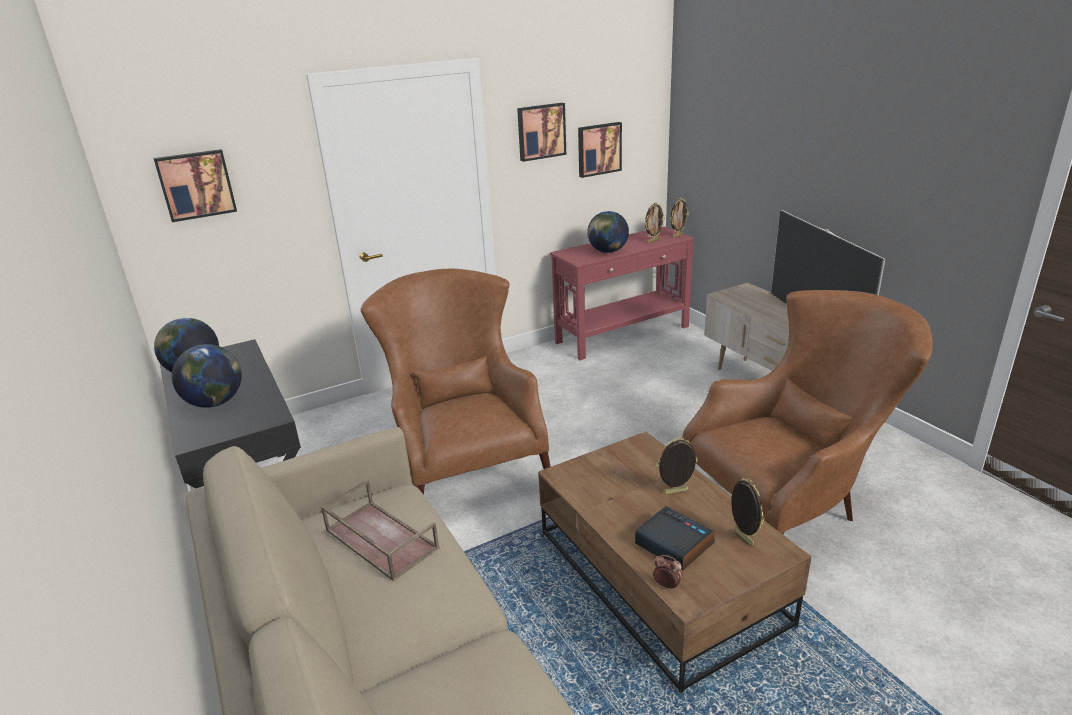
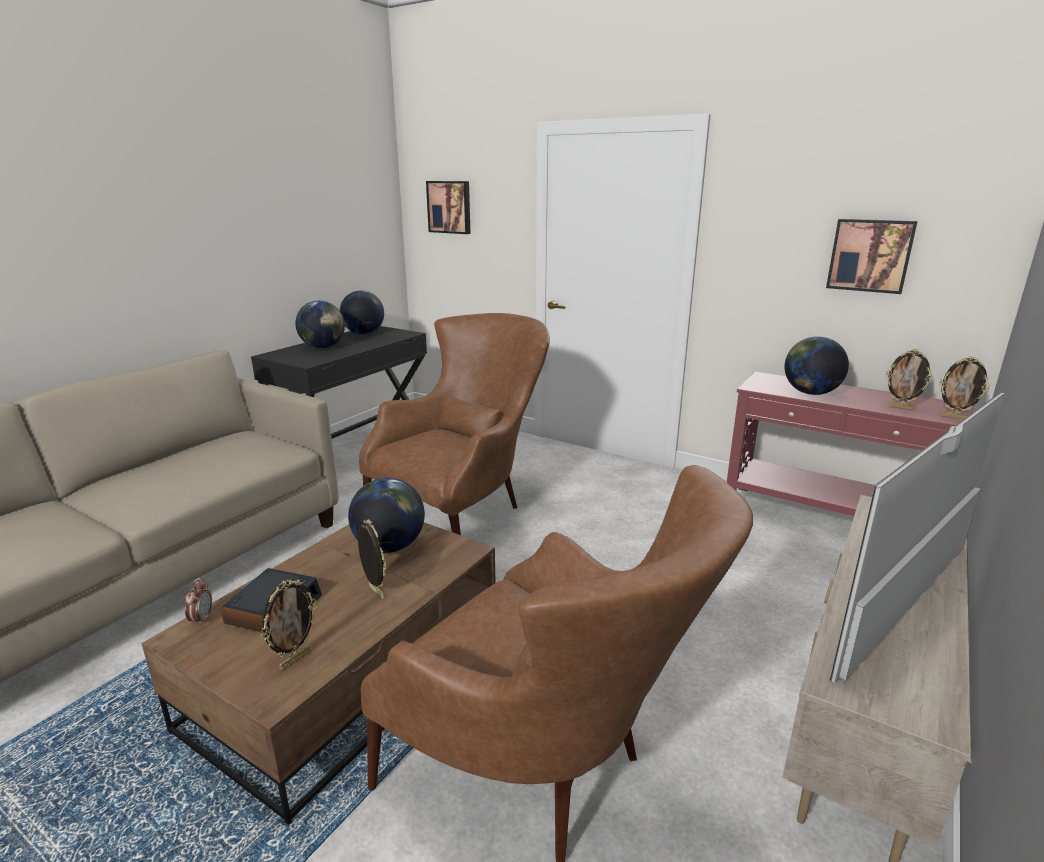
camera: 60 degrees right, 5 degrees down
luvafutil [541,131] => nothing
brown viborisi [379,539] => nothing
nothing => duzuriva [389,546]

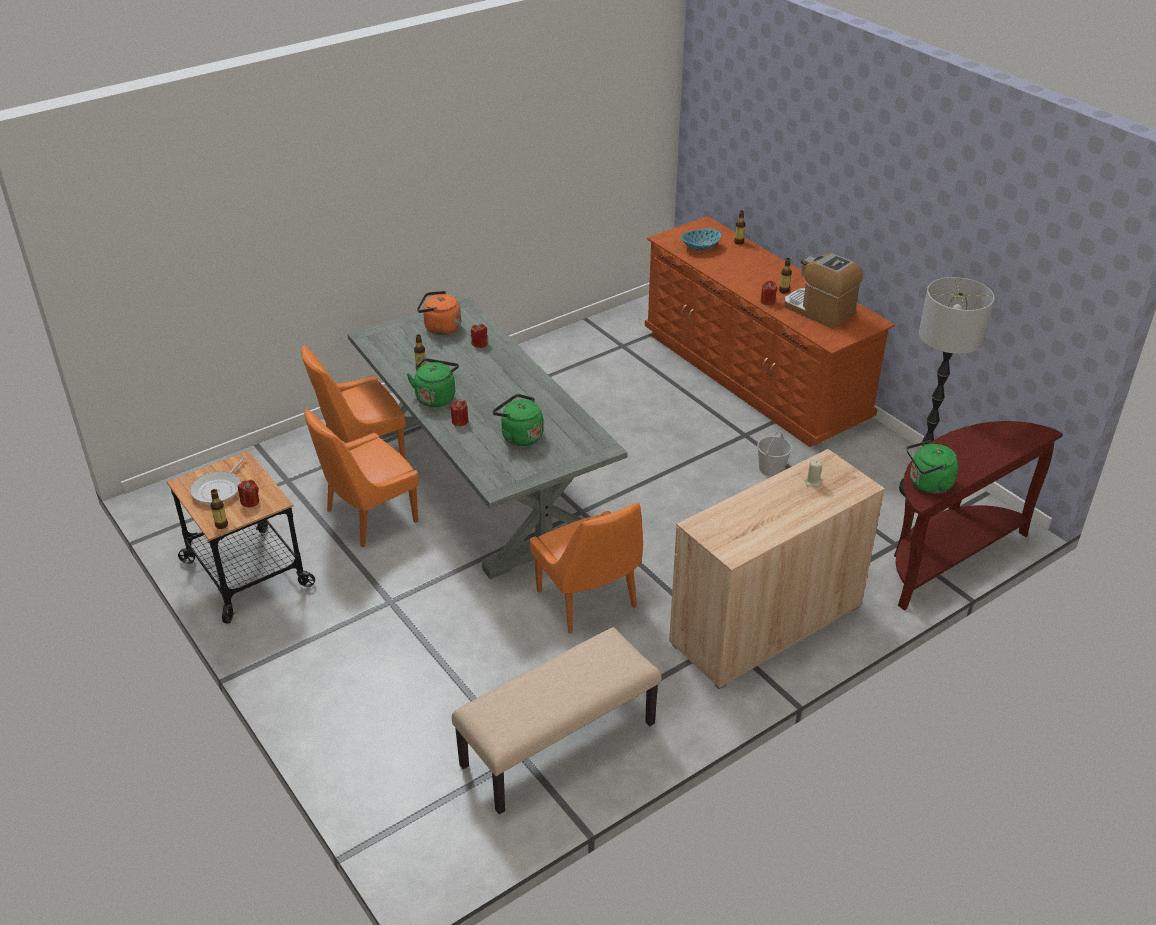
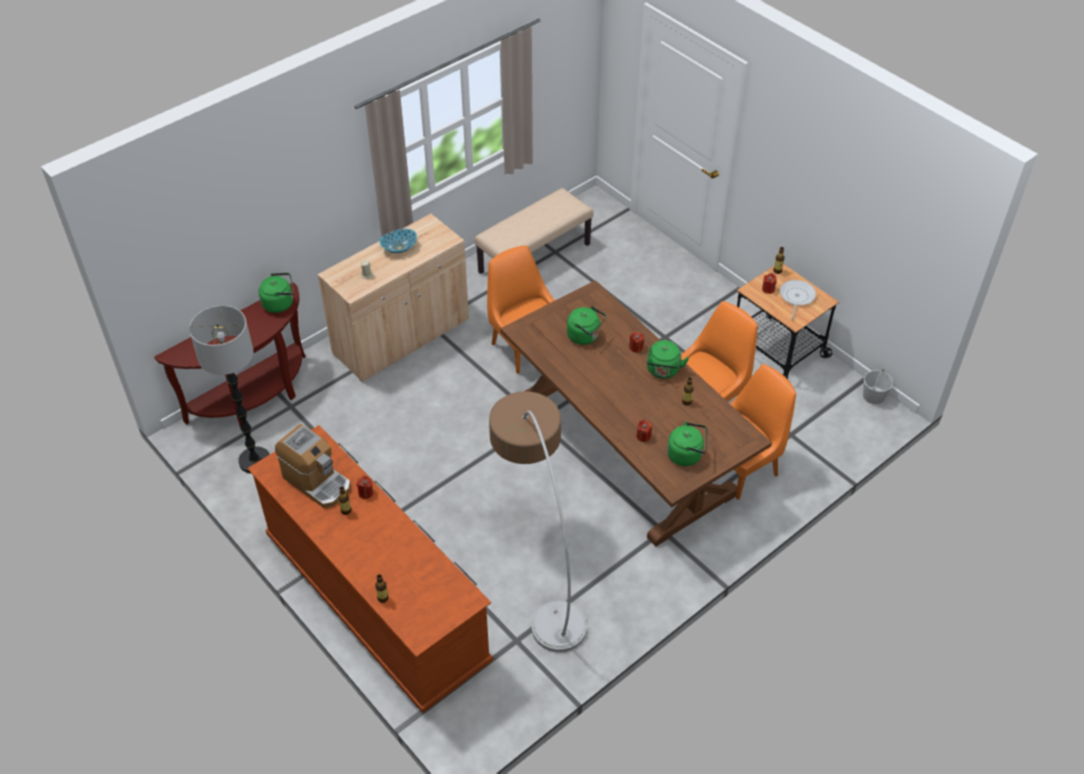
camera: 175 degrees right, 10 degrees up
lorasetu [700,247] => lorasetu [399,247], move
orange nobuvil [440,328] => green nobuvil [687,455]
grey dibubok [485,480] => brown dibubok [624,446]
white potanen [771,468] => white potanen [873,396], move
nothing => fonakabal [539,565]

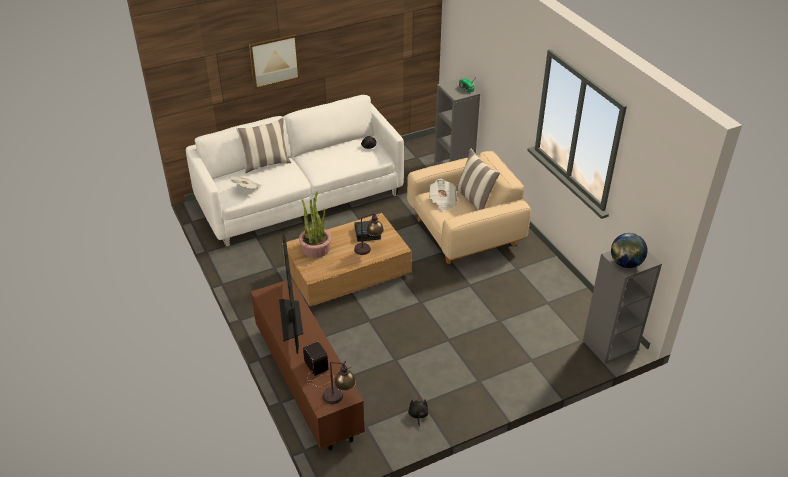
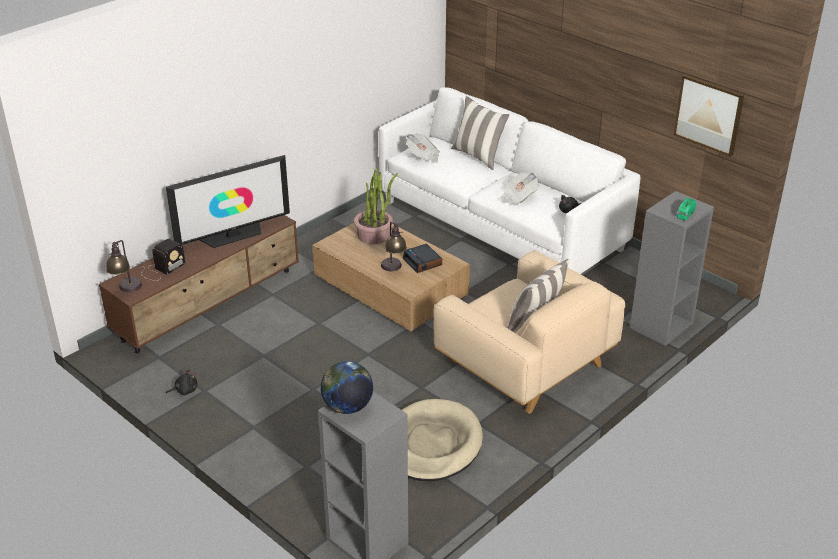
camera: 70 degrees right, 5 degrees down
luvafutil [274,60] => luvafutil [709,114], move
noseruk [443,201] => noseruk [518,197], move
nothing => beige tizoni [432,444]

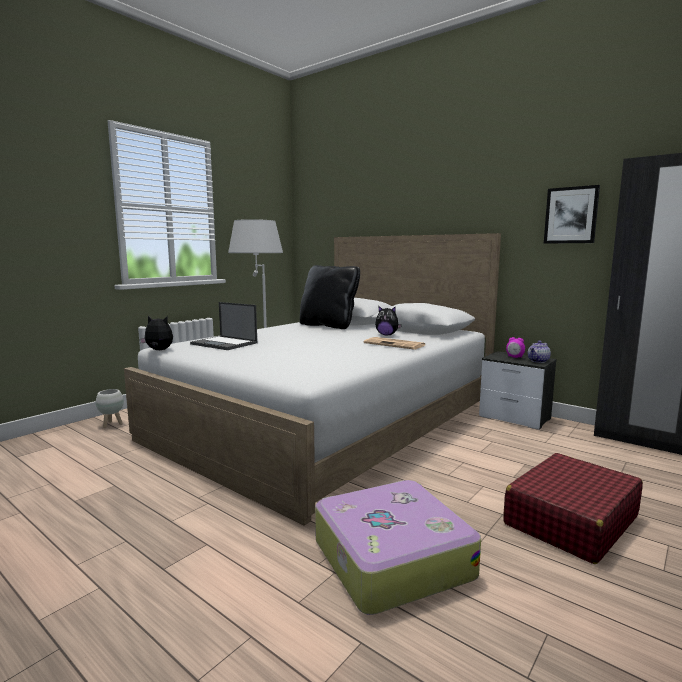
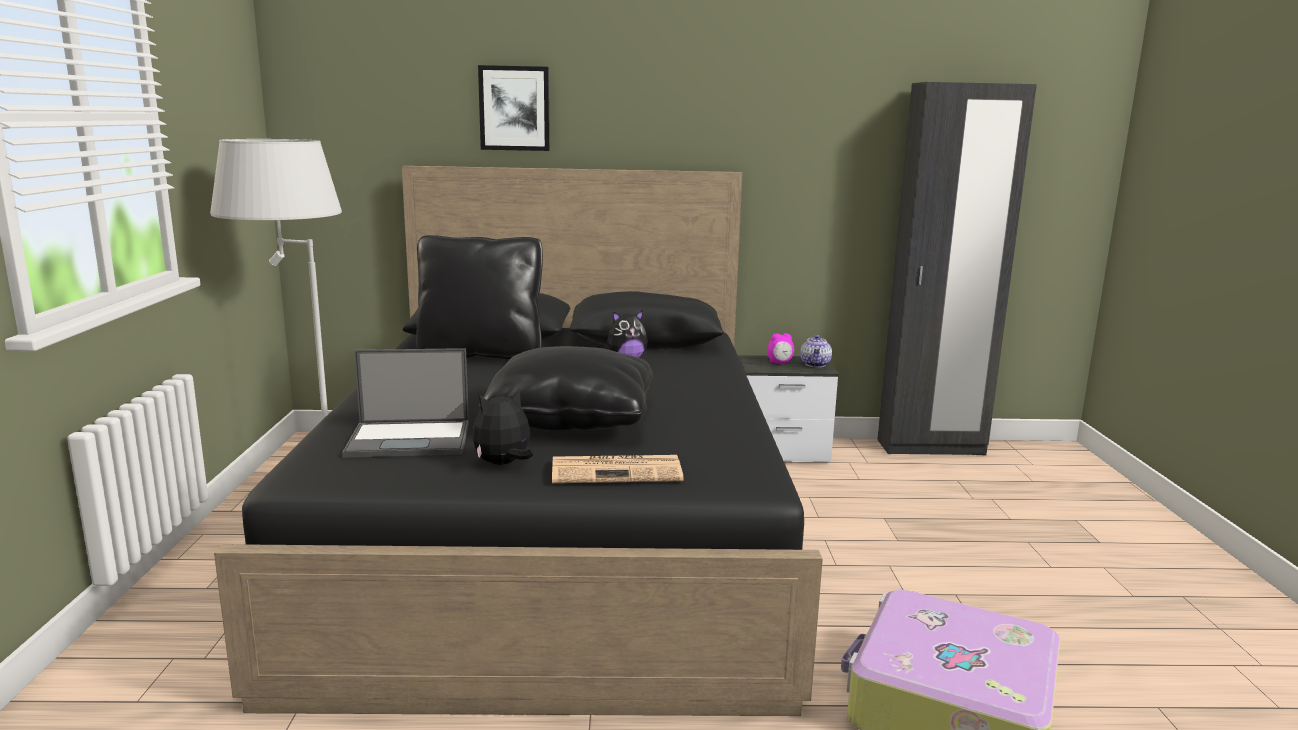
camera: 40 degrees left, 5 degrees up
luvafutil [571,215] => luvafutil [514,108], move
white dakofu [329,421] => black dakofu [558,535]
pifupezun [158,350] => pifupezun [503,464], move
noseruk [395,344] => noseruk [618,470], move
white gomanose [111,424] => nothing
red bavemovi [570,520] => nothing
nothing => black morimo [571,419]

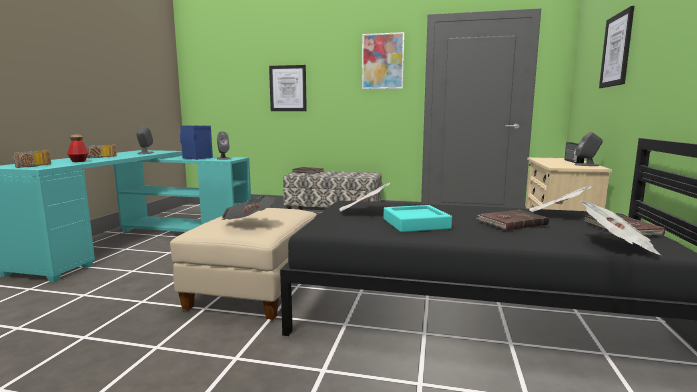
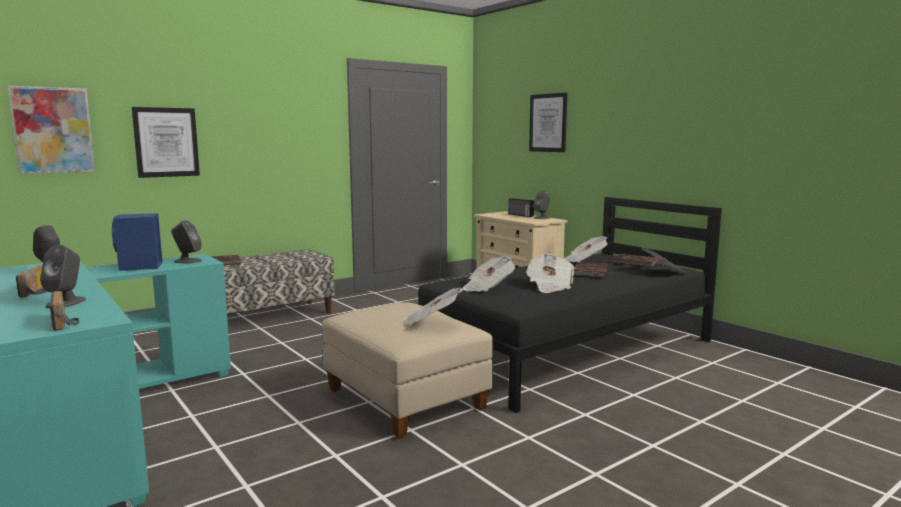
camera: 50 degrees left, 0 degrees up
luvafutil [382,61] => luvafutil [53,130], move
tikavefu [79,161] => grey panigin [66,302]
turquoise viborisi [416,224] => noseruk [549,287]

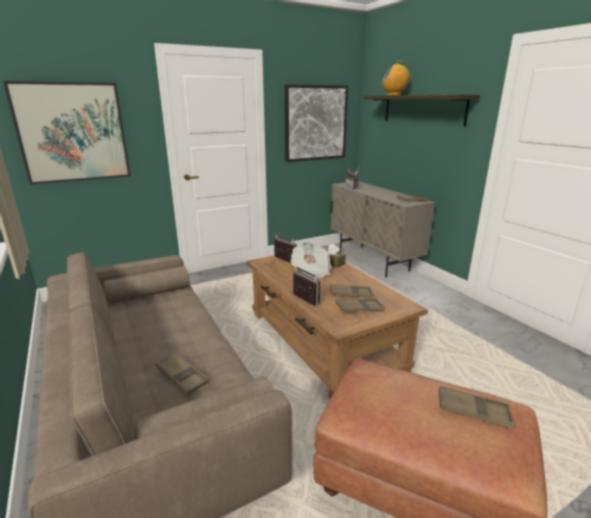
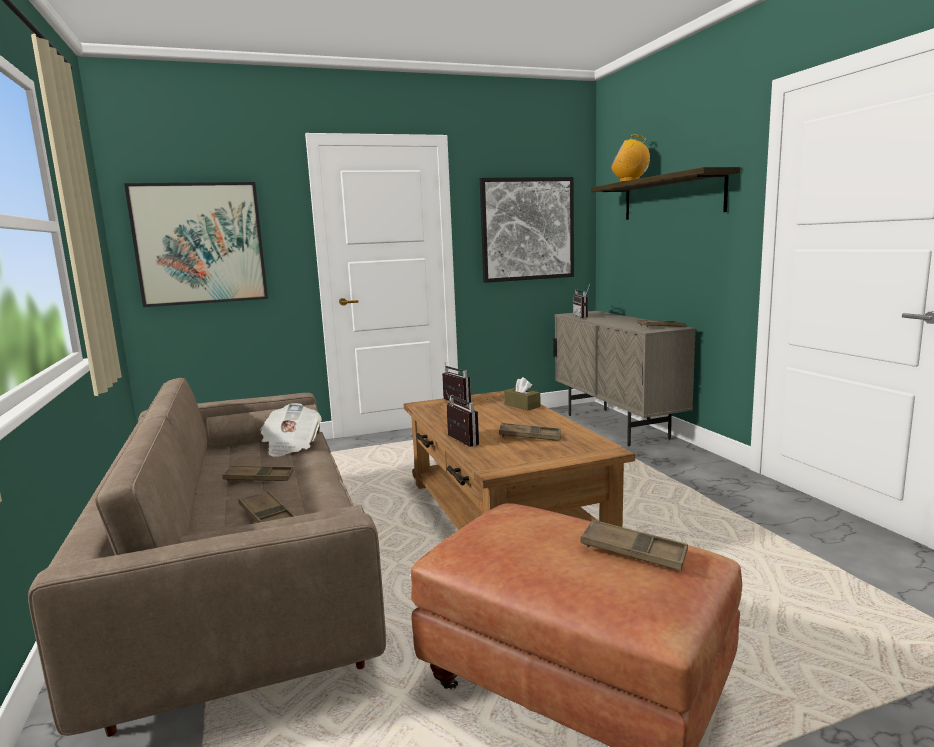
camera: 10 degrees right, 10 degrees down
noseruk [310,272] => noseruk [291,446], move
brown viborisi [359,308] => brown viborisi [259,478], move

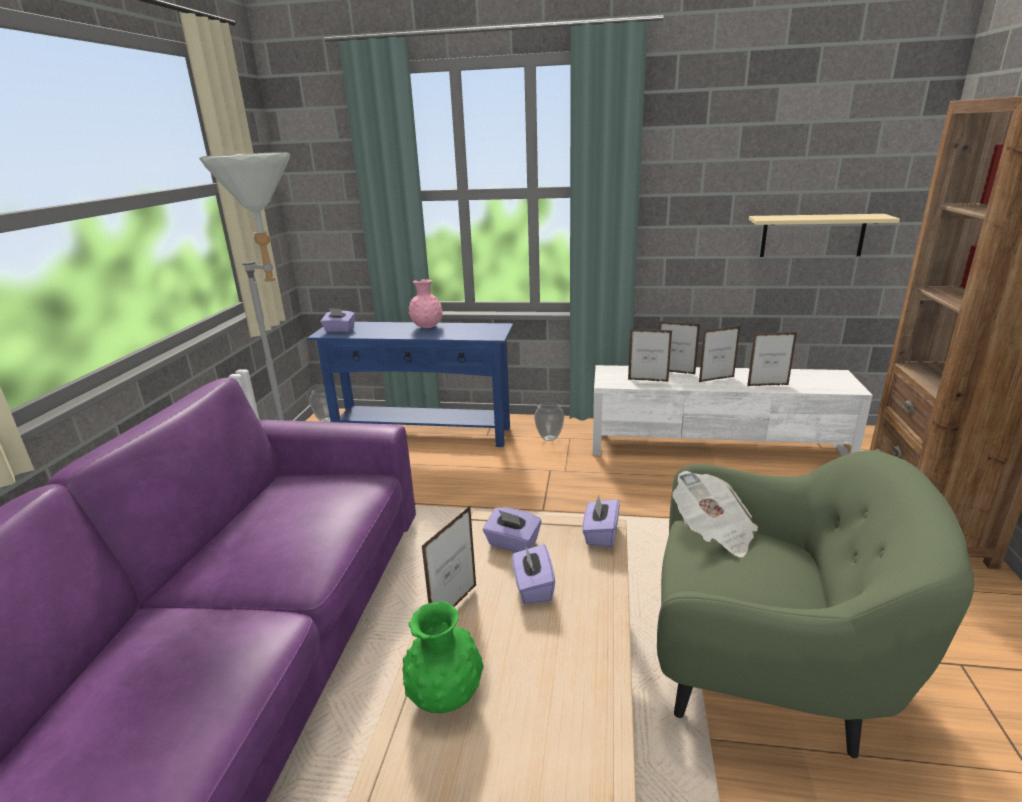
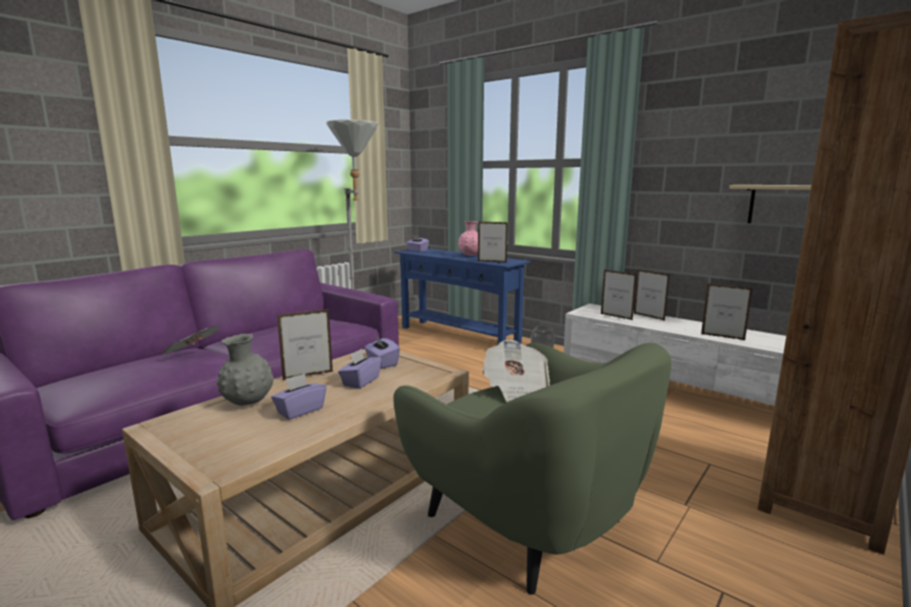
camera: 30 degrees right, 10 degrees down
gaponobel [716,379] => gaponobel [492,262], move
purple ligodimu [600,534] => purple ligodimu [300,411], move
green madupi [445,697] => grey madupi [248,403]
nothing => noseruk [192,355]

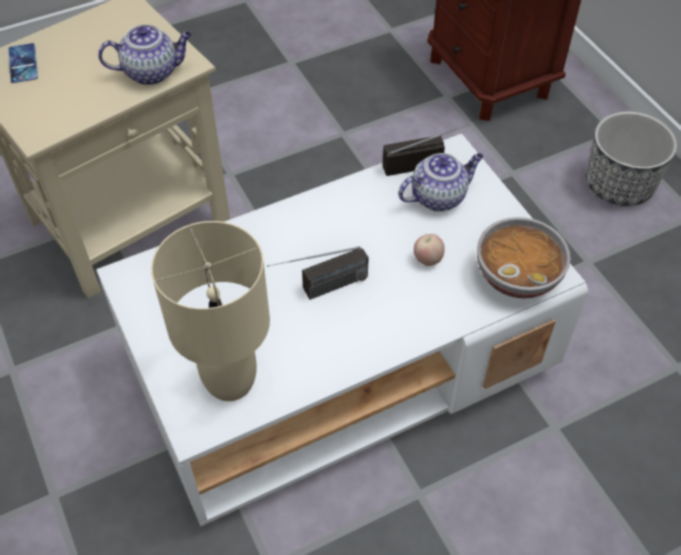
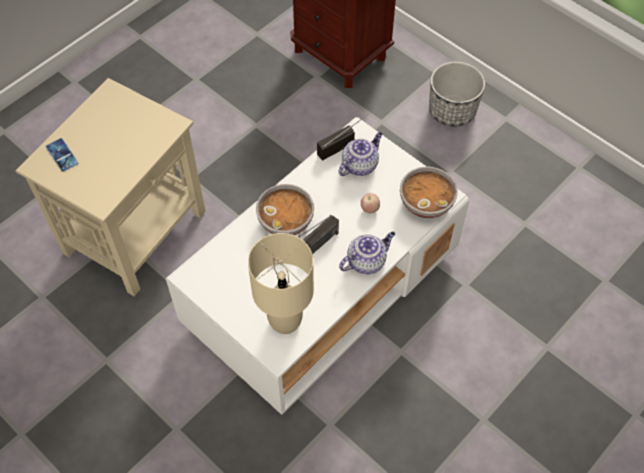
camera: 20 degrees left, 5 degrees up
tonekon [152,72] => tonekon [366,261], move
nothing => lorasetu [286,221]

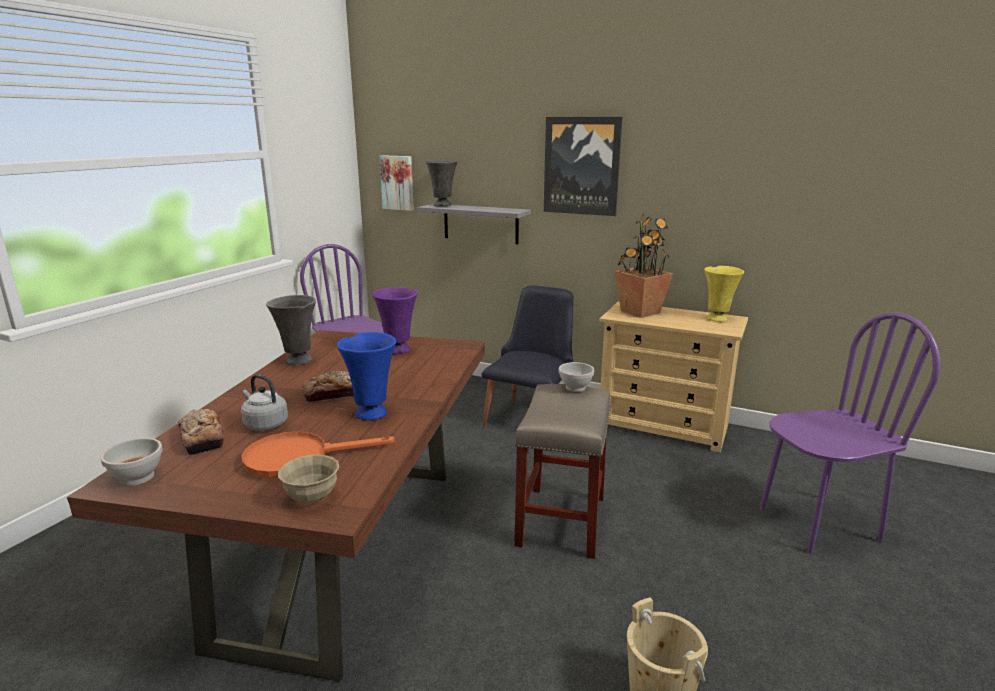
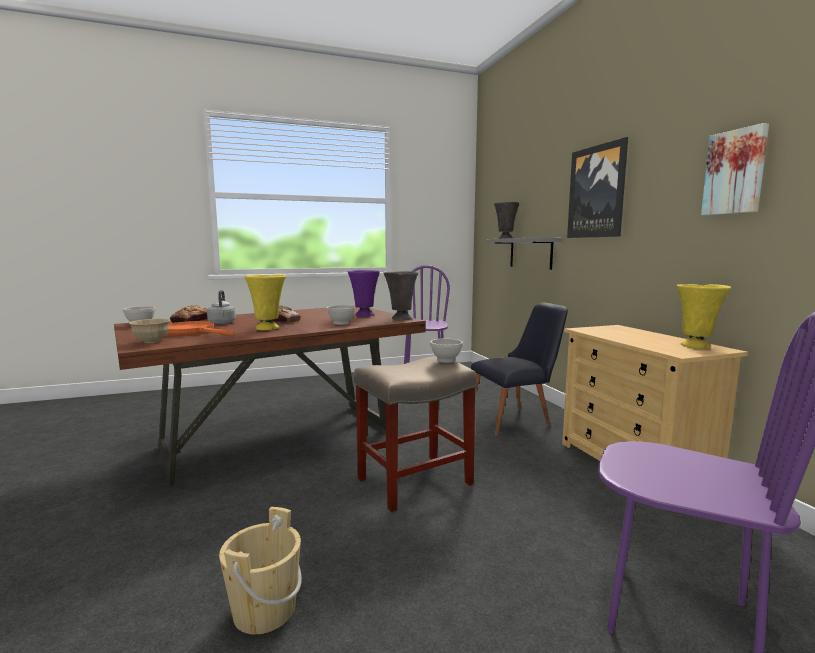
camera: 45 degrees right, 10 degrees down
luvafutil [398,182] => luvafutil [735,172], move
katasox [640,312] => nothing
grey madupi [298,361] => grey madupi [400,318], move
blue madupi [372,413] => yellow madupi [268,328]
nothing => white lorasetu [340,323]

